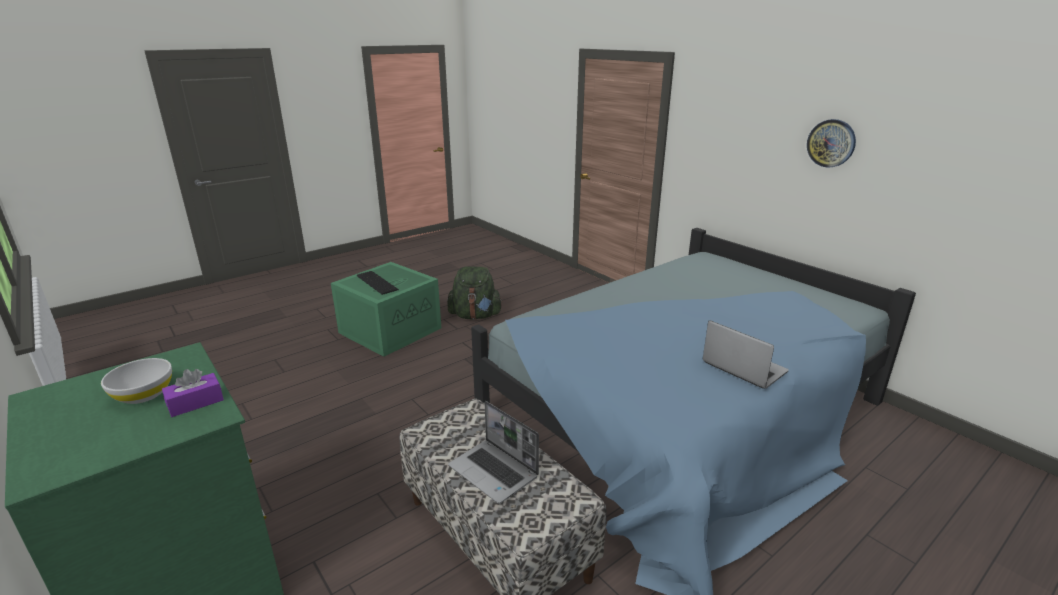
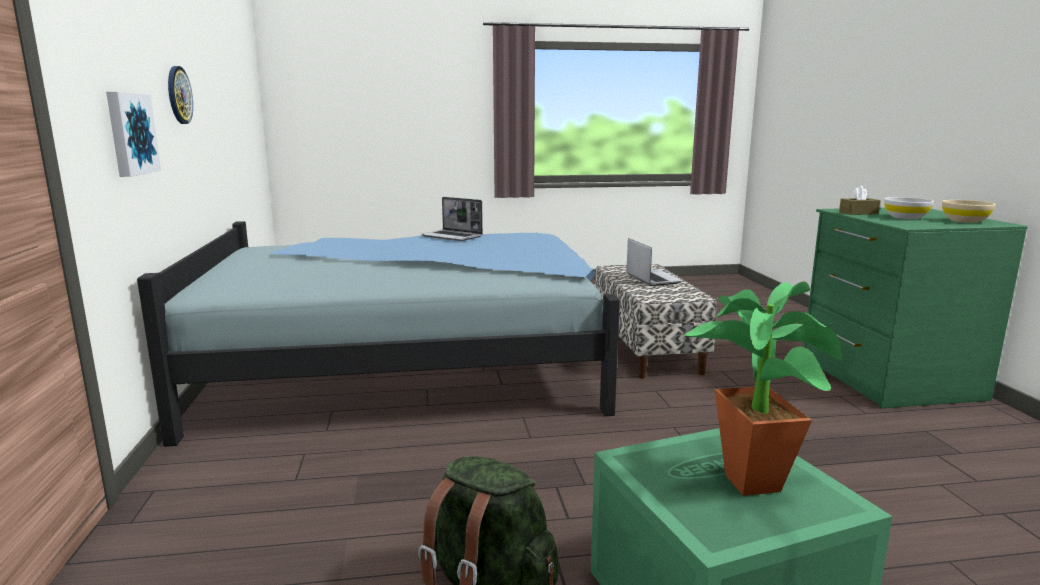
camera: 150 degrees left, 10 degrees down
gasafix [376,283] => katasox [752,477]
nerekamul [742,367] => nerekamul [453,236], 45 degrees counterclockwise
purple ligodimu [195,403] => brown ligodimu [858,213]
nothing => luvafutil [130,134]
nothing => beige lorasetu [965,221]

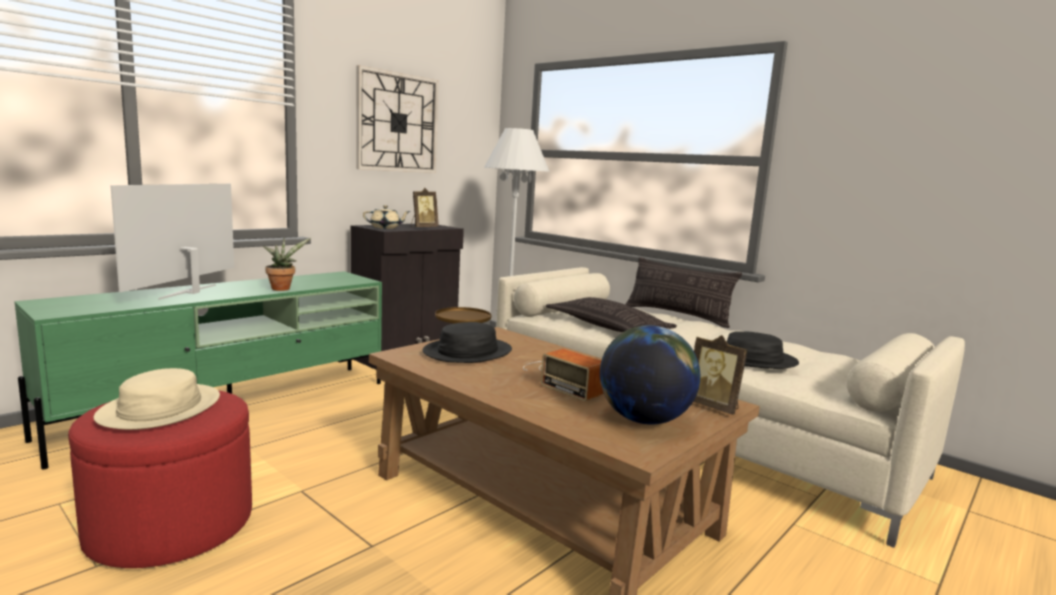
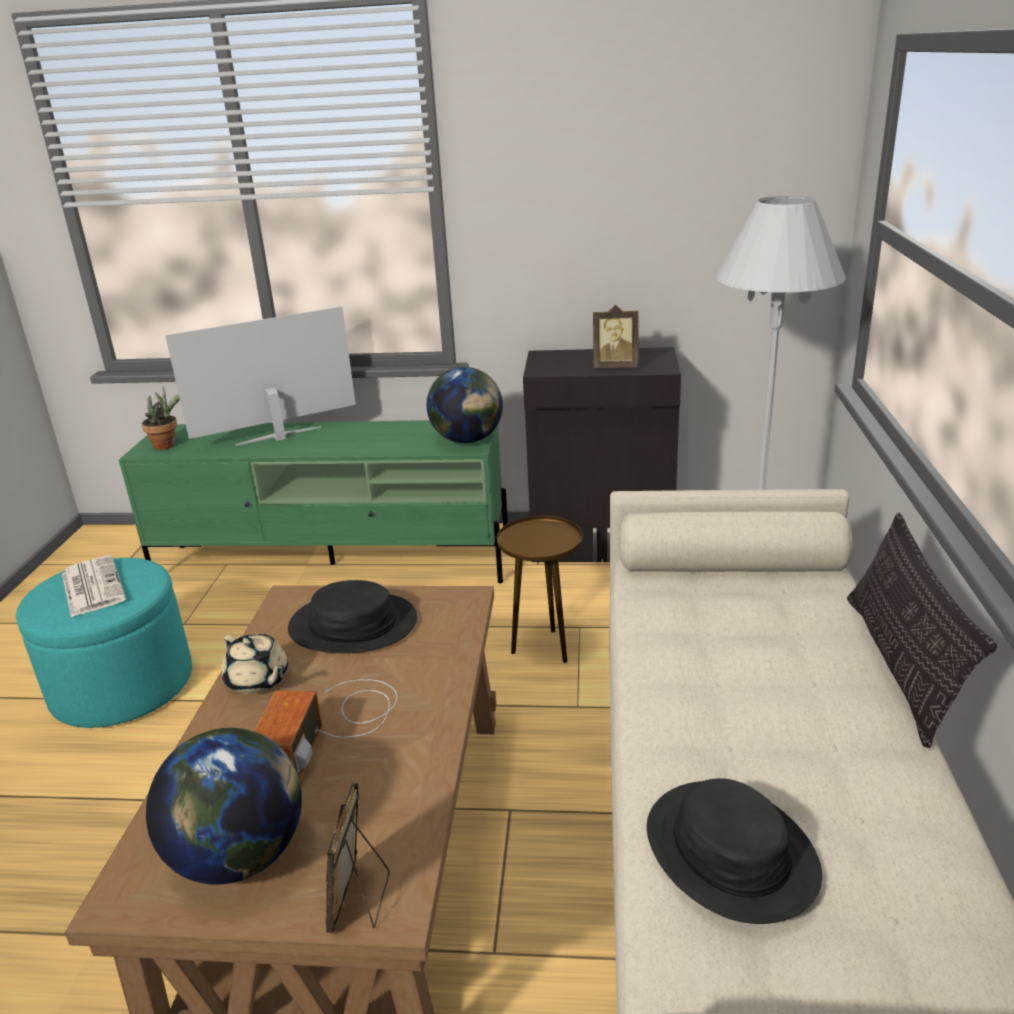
camera: 55 degrees right, 15 degrees up
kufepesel [397,123] => nothing
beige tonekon [386,228] => beige tonekon [258,680], move
katasox [282,288] => katasox [168,445], move
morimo [607,326] => nothing
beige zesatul [160,408] => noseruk [92,586]
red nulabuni [171,526] => turquoise nulabuni [122,686]
nothing => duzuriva [468,440]

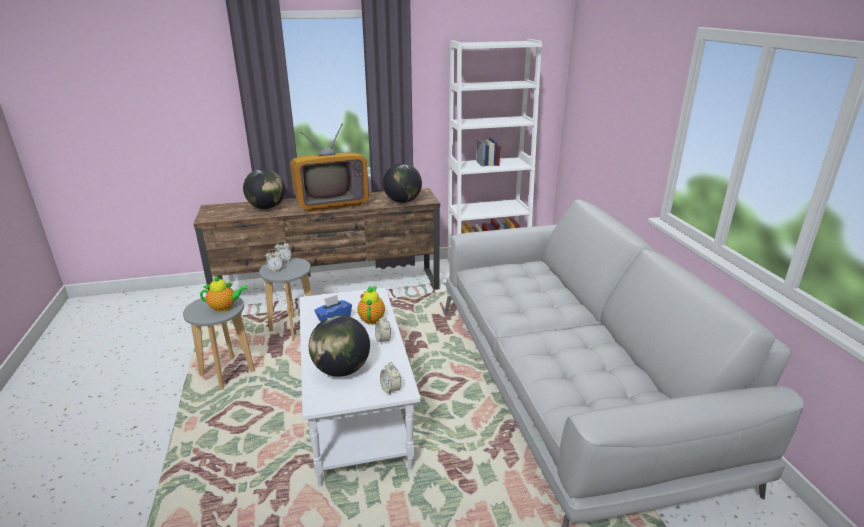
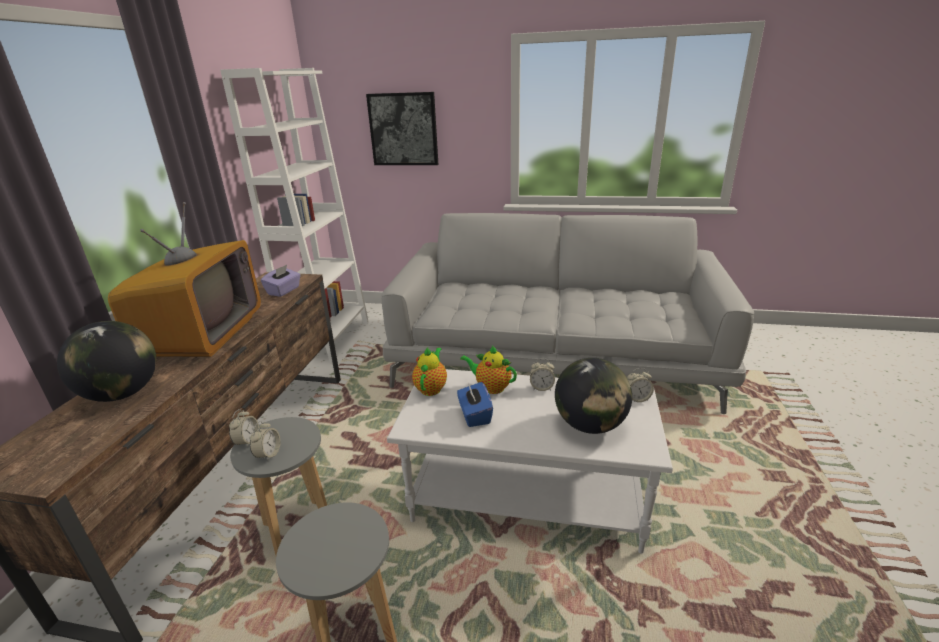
camera: 65 degrees left, 0 degrees up
duzuriva [402,201] => purple ligodimu [284,291]
tonekon [225,307] => tonekon [431,388], move
nothing => luvafutil [403,129]

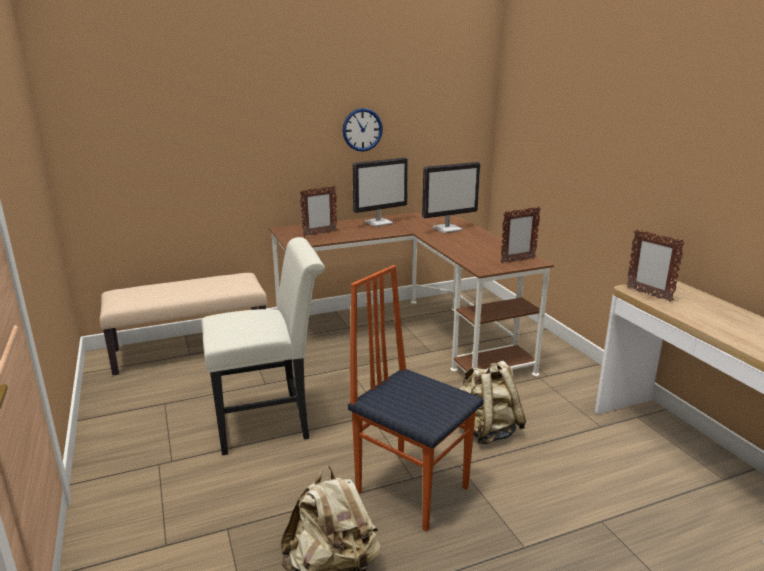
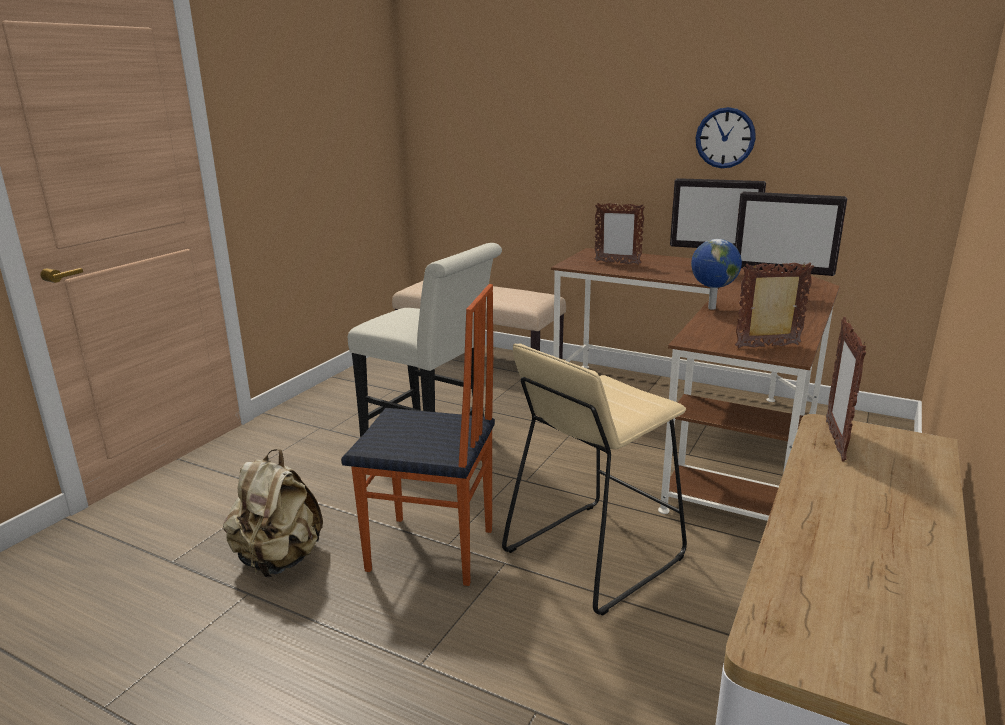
camera: 50 degrees right, 0 degrees up
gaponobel [517,260] => gaponobel [768,346], 150 degrees clockwise
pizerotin [412,488] => pizerotin [431,551], 105 degrees clockwise
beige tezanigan [486,431] => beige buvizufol [593,554]
nothing => duzuriva [710,308]

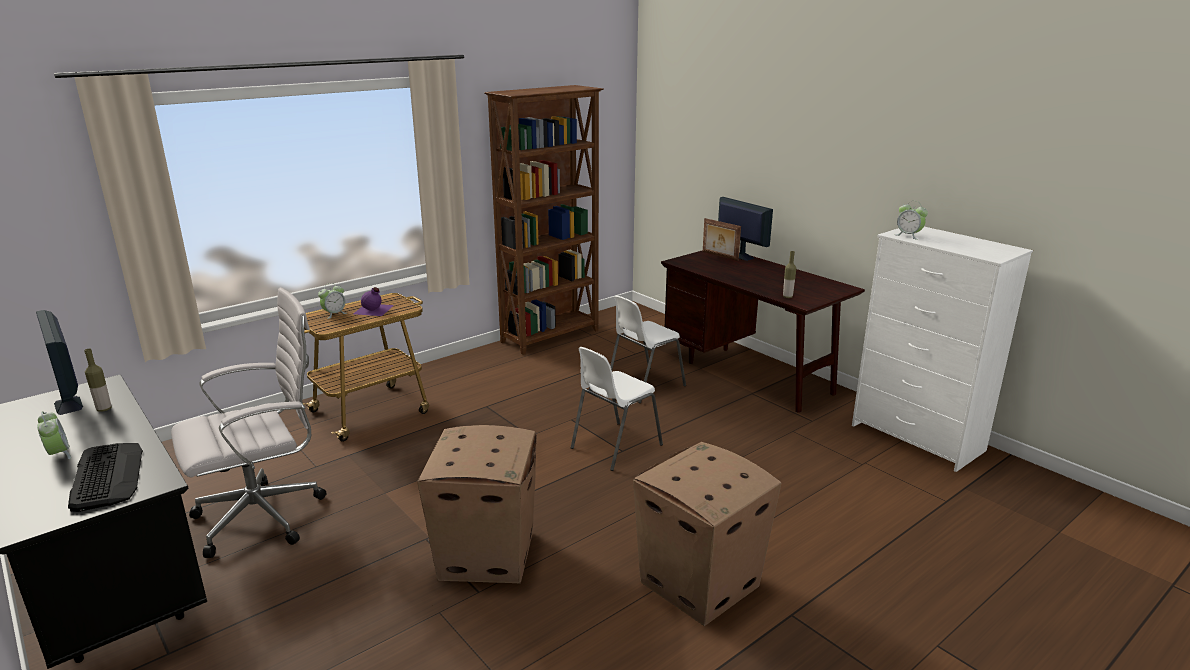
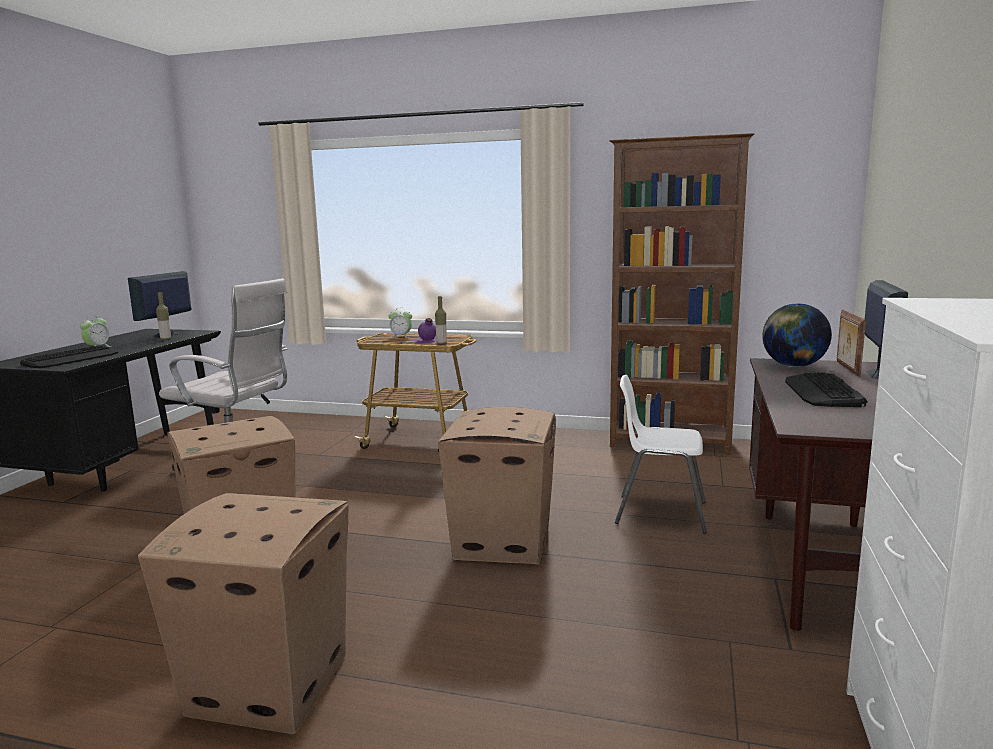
camera: 55 degrees right, 10 degrees down
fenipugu [908,236] => nothing
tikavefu [787,297] => tikavefu [441,343], move
white pizerotin [615,446] => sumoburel [503,542]
nothing => duzuriva [793,366]
nothing => gasafix [822,392]

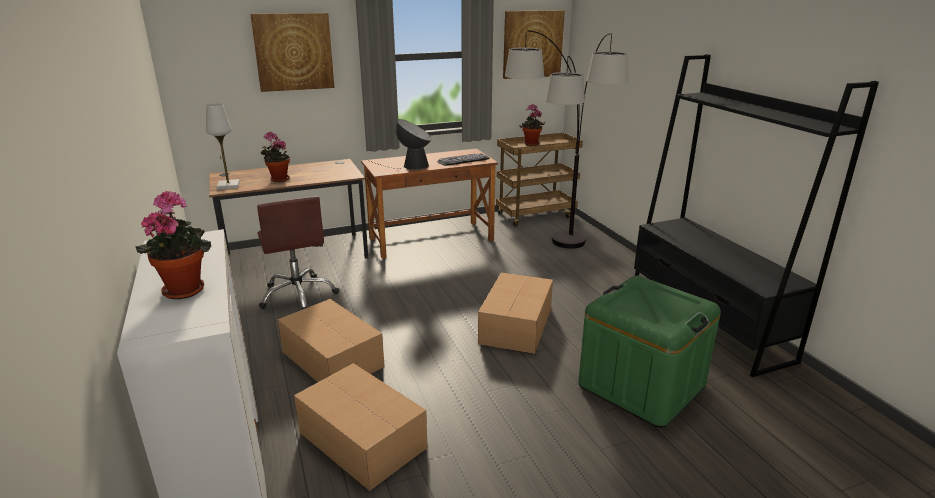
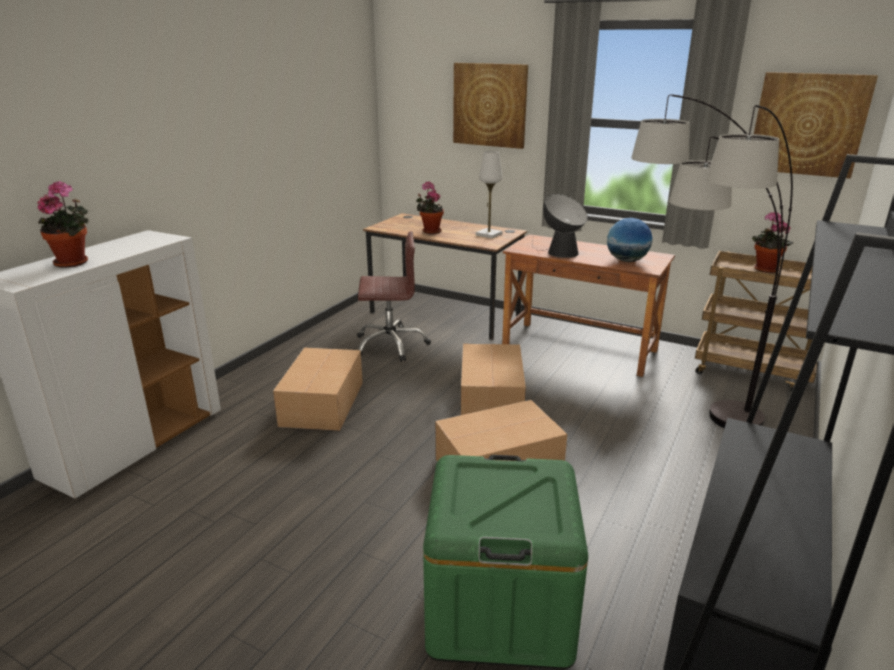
camera: 50 degrees right, 0 degrees up
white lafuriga [228,186] => white lafuriga [488,234], move
gasafix [462,159] => duzuriva [626,261]
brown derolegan [298,295] => brown derolegan [390,345], 120 degrees counterclockwise
sumoburel [362,439] => sumoburel [491,397], move

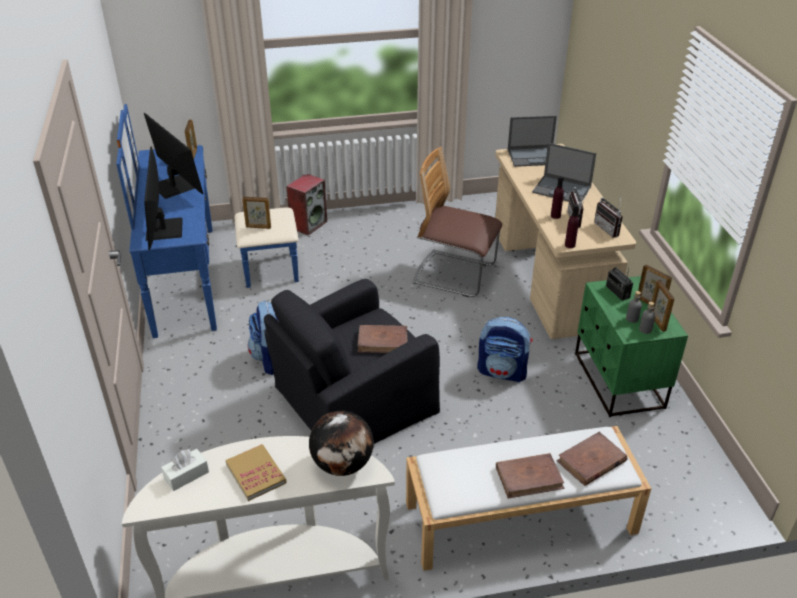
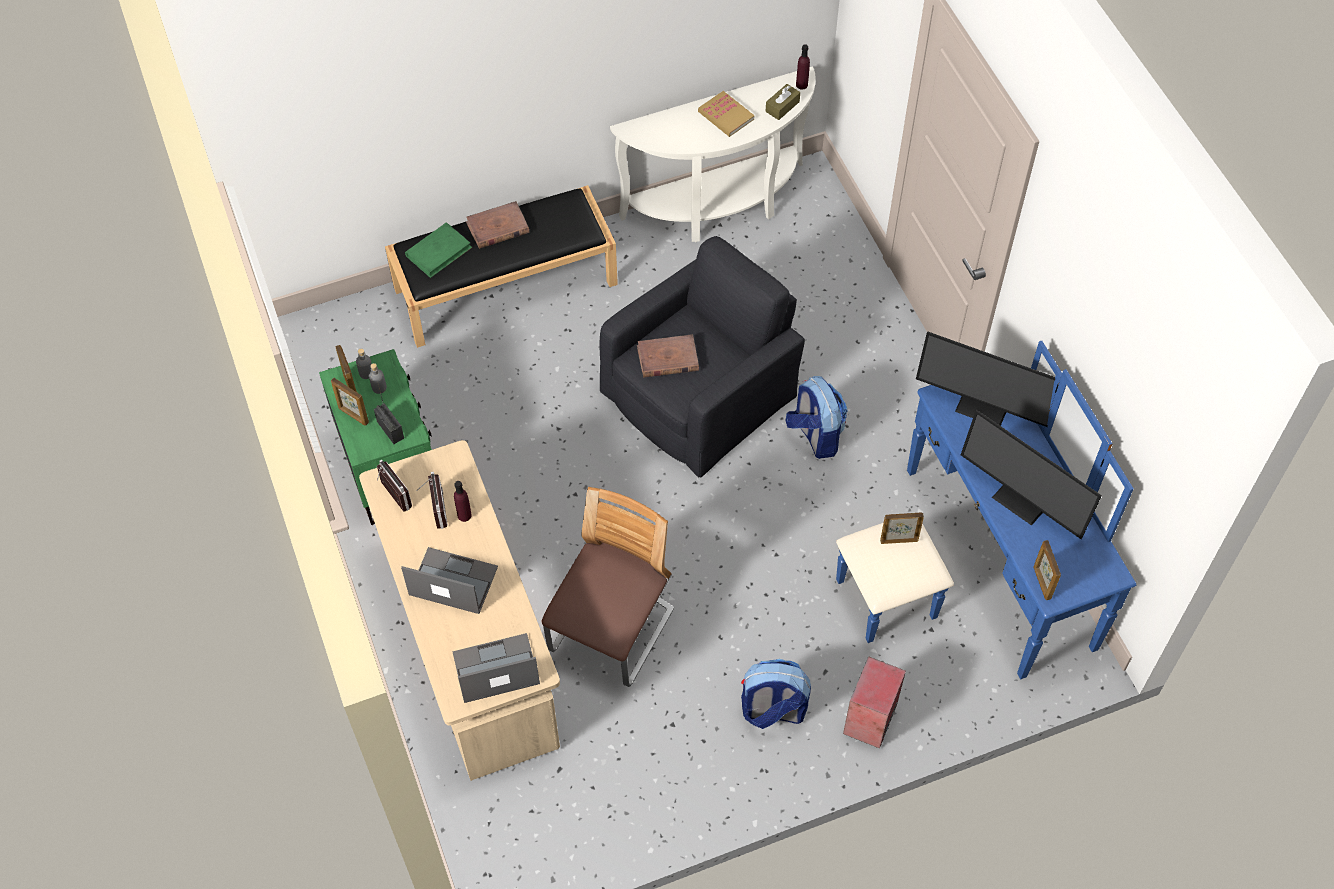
camera: 170 degrees right, 20 degrees up
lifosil [163,229] => lifosil [984,403], 135 degrees clockwise
pizerotin [454,275] => pizerotin [611,631], 75 degrees counterclockwise
purple tikavefu [570,245] => purple tikavefu [801,85], move
tezanigan [502,372] => tezanigan [772,710], move
duzuriva [343,464] => nothing
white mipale [519,519] => black mipale [506,285]
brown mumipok [591,461] => green mumipok [439,252]
white ligodimu [186,475] => brown ligodimu [782,106]

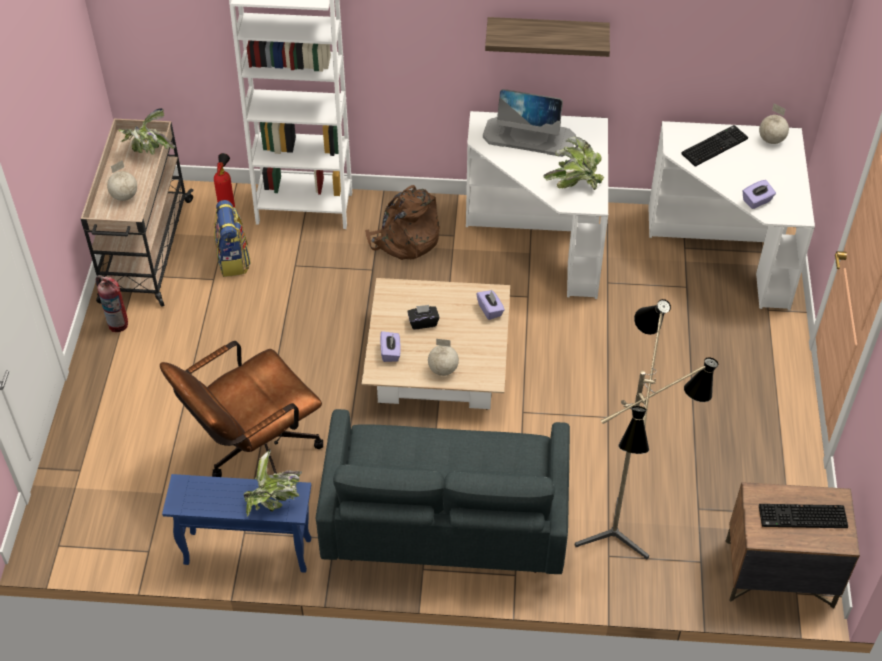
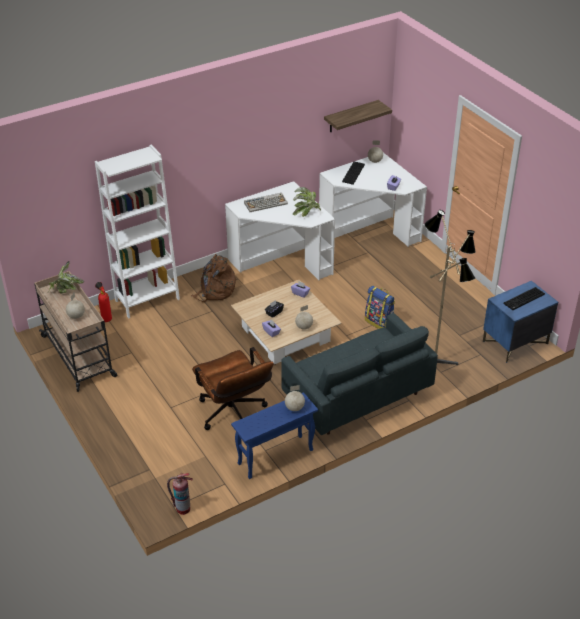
camera: 35 degrees left, 10 degrees down
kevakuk [547,34] => kevakuk [351,116], move
lifosil [529,137] => gasafix [266,203]
tezanigan [234,260] => tezanigan [379,322], move
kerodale [118,324] => kerodale [183,508], move
brown derolegan [253,453] => brown derolegan [234,415], 45 degrees counterclockwise
katasox [274,501] => duzuriva [294,408]
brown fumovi [778,574] => blue fumovi [515,342]

